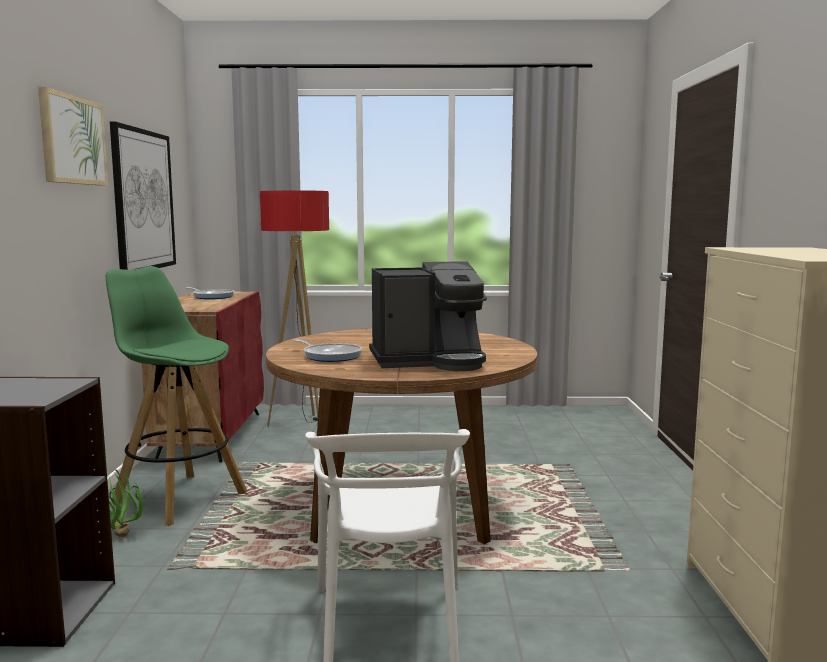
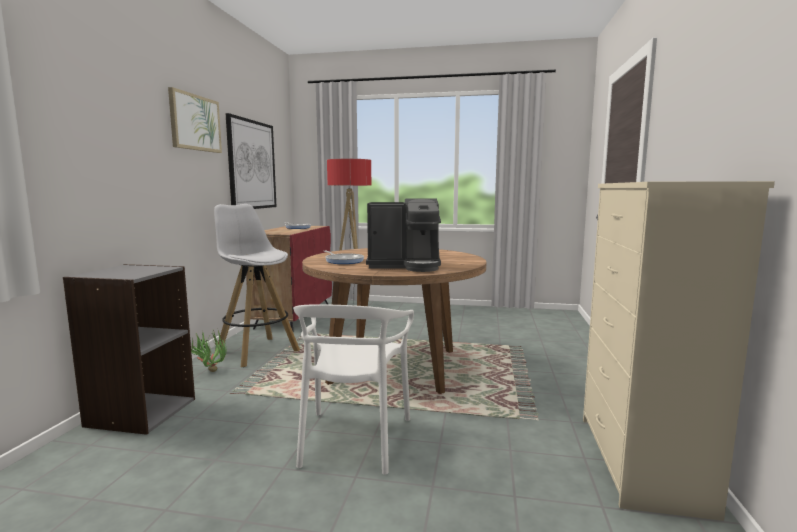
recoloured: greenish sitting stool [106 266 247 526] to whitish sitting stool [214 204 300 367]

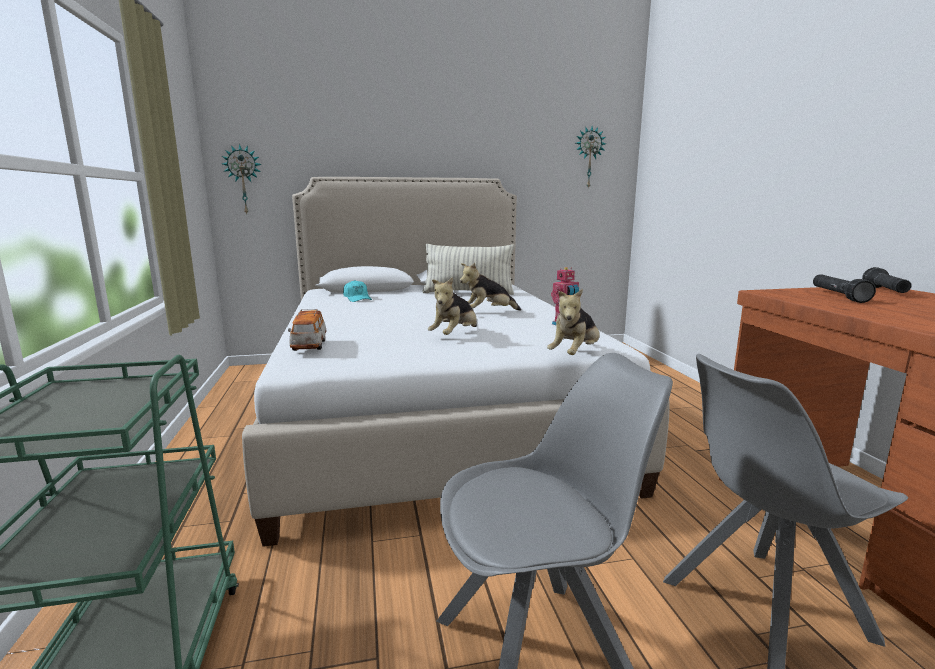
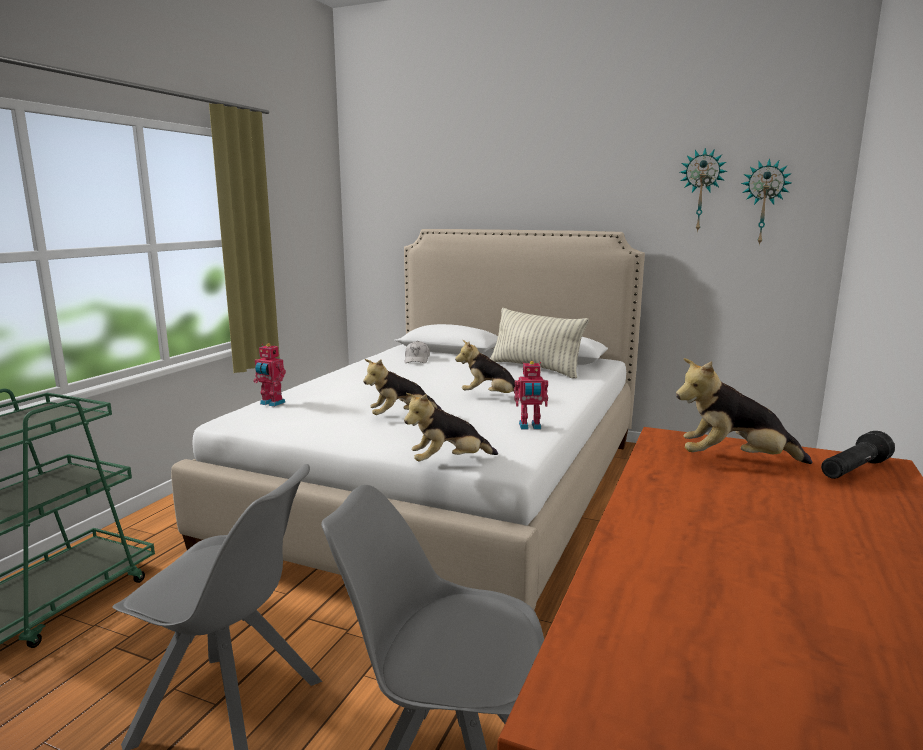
moved: wall clock [222 144 262 214] to [680 148 727 232]
replaced: miniature car [288 309 326 351] to toy robot [254 344 286 407]; black-coloured flashlight [813 274 876 303] to cuddly toy [676 358 812 464]
recoloured: blue-green cap [343 280 372 302] to whitish cap [405 341 430 363]

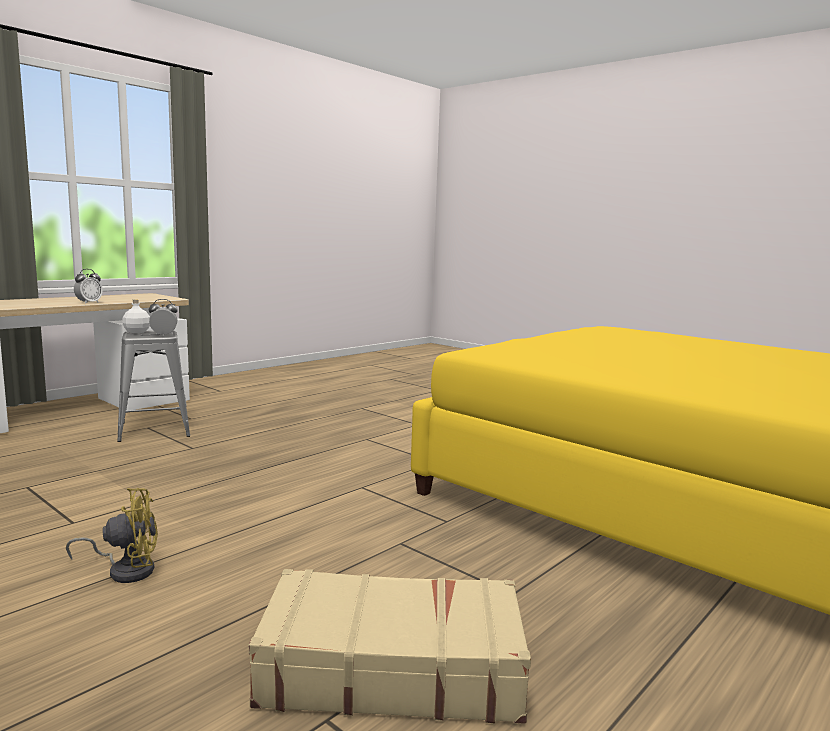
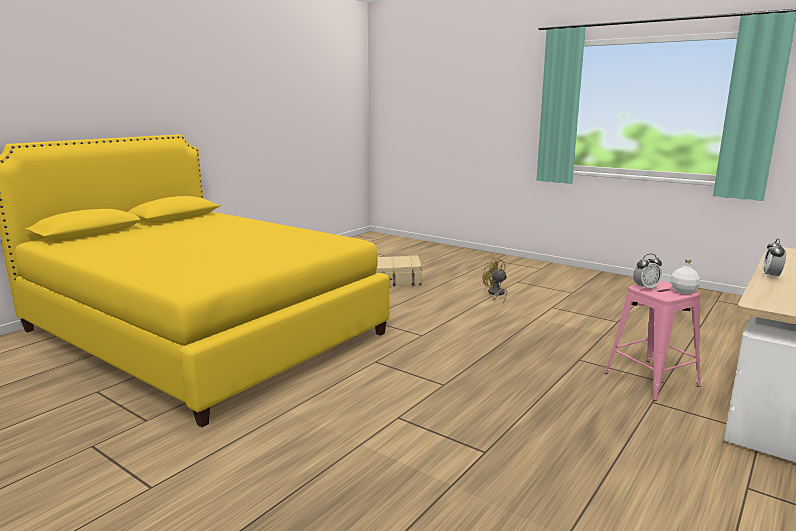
recoloured: greyish sitting stool [117 331 190 442] to pink sitting stool [605 281 701 401]
turned: yellowish fan [66 488 158 583] = [483 258 507 303] 75 degrees clockwise

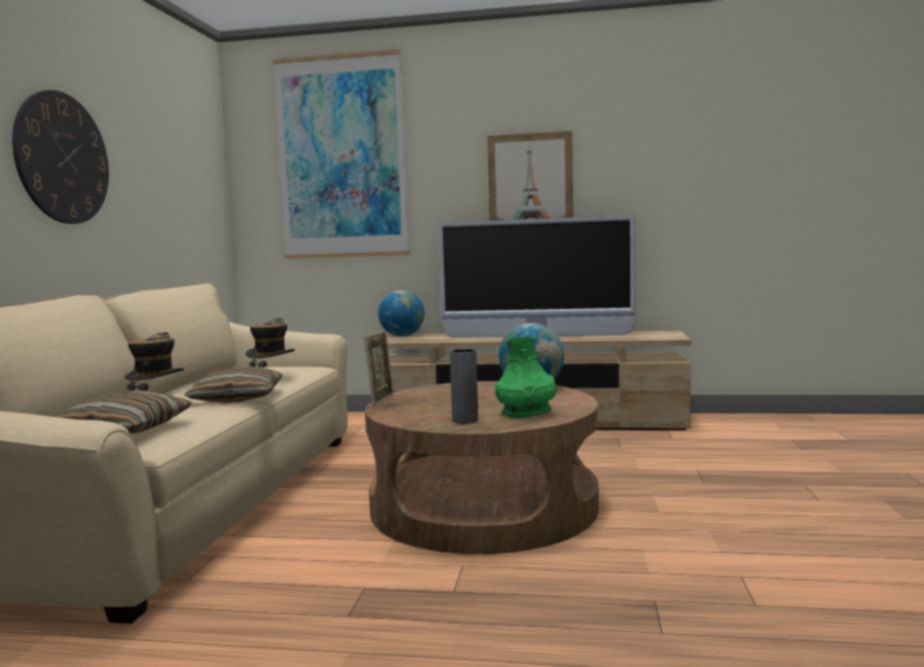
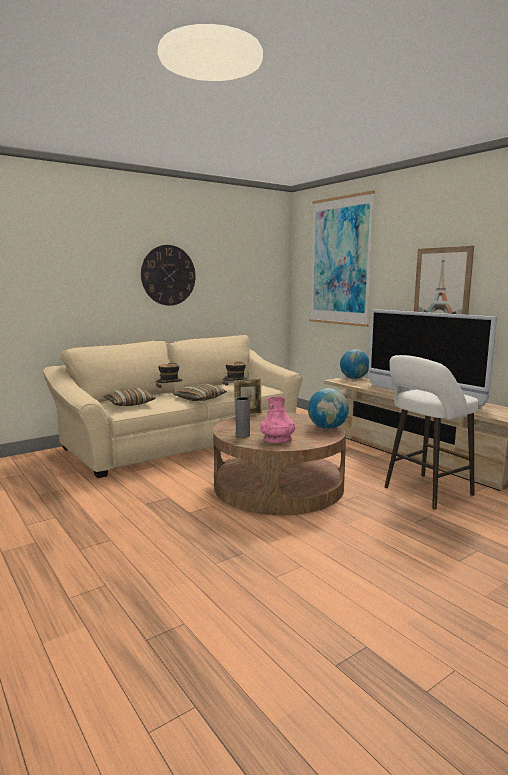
added: whitish sitting stool [384 355 479 510]
recoloured: greenish flower vase [495 336 557 418] to pink flower vase [260 397 295 443]

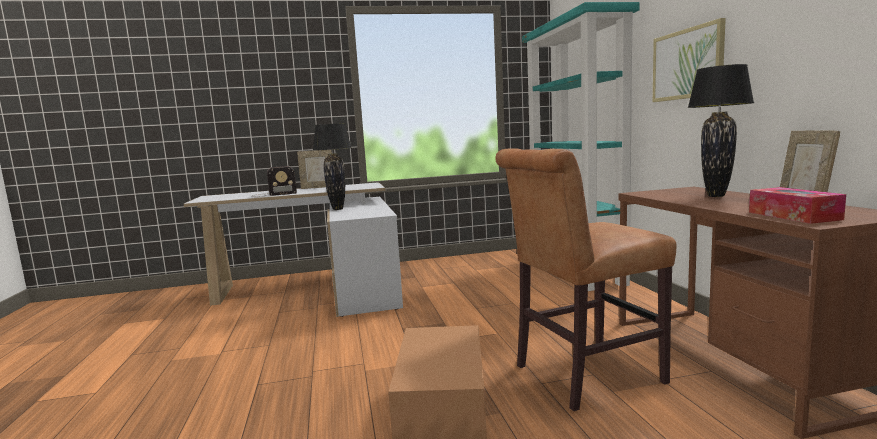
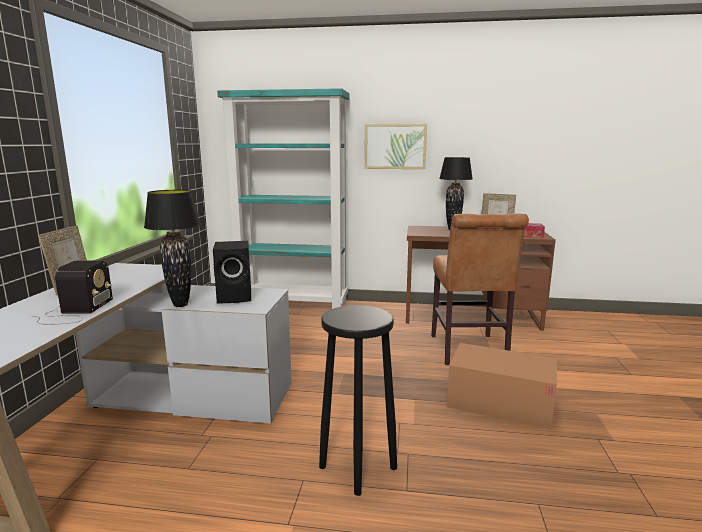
added: black-coloured speaker [213 241 251 303]; black-coloured sitting stool [319 305 397 496]

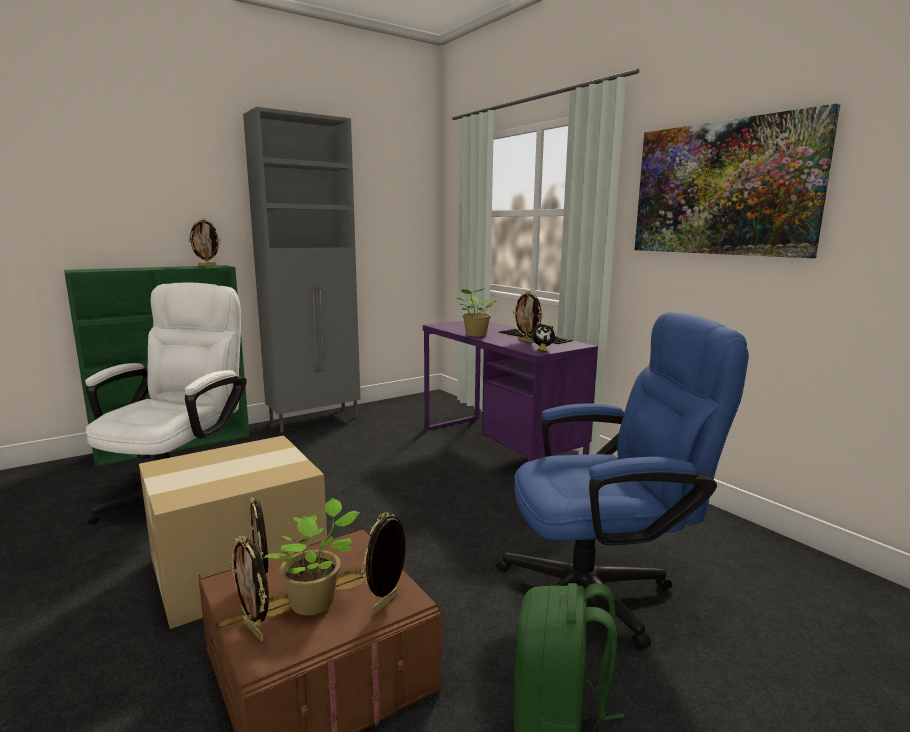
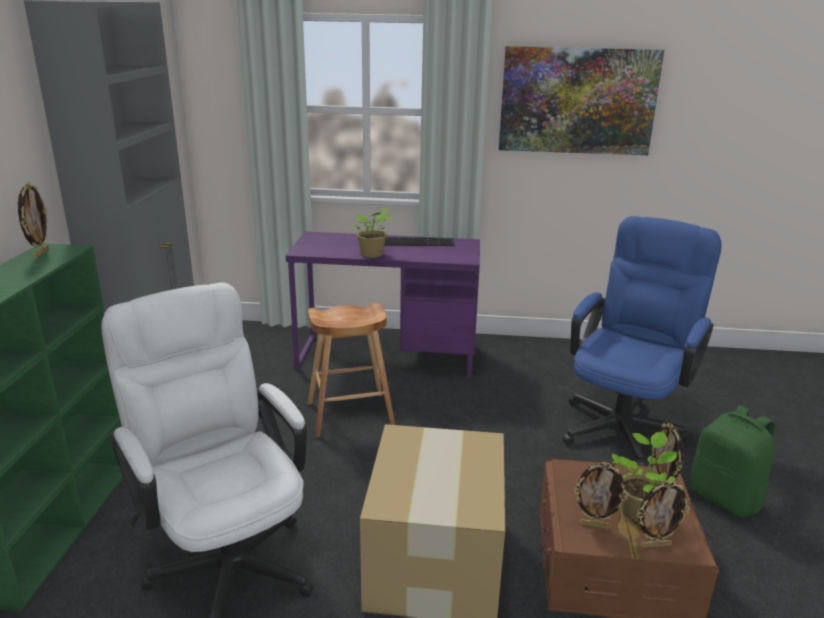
removed: standing frame [513 291 543 343]; alarm clock [532 322 555 353]
added: brown-coloured sitting stool [308 302 395 437]

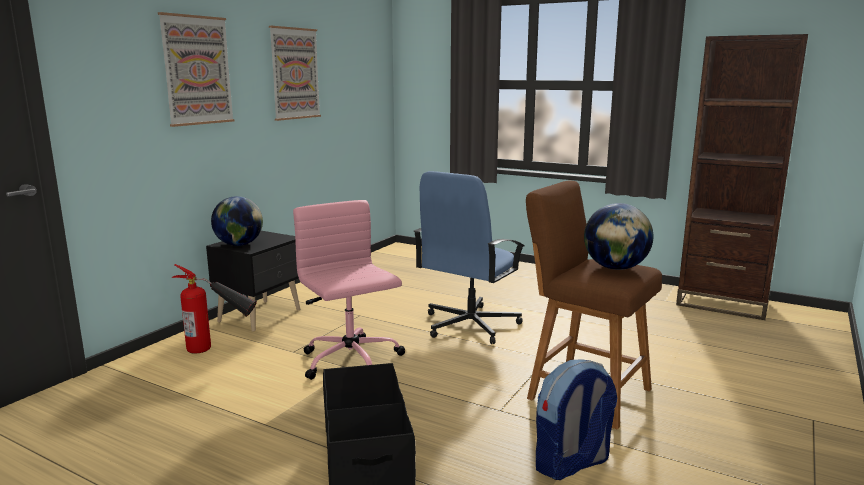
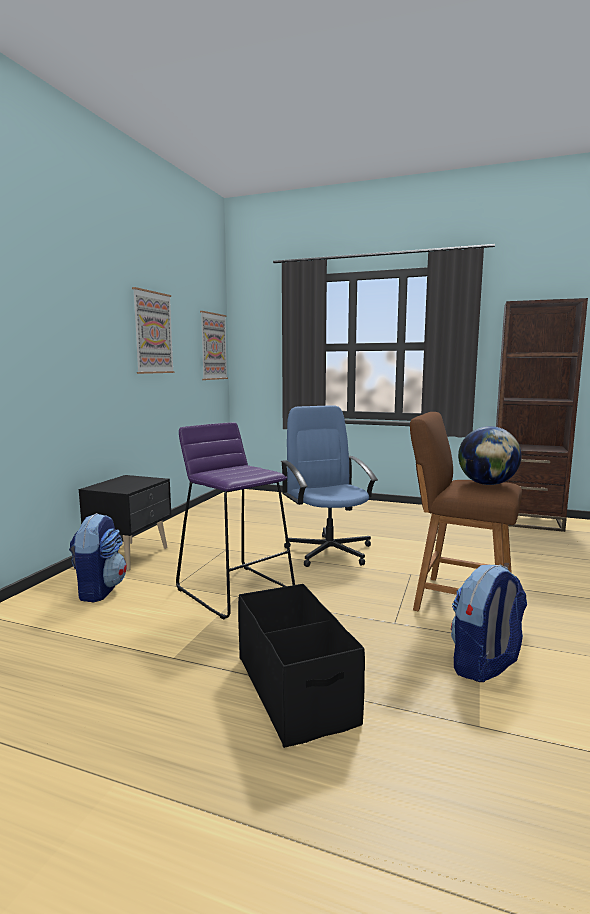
removed: globe [211 196 263 246]
moved: wall art [158 12 234 127] to [200 311 228 380]
replaced: extinguisher [172 264 257 354] to backpack [69 513 127 602]; pink desk chair [293 200 405 380] to purplish sitting stool [176 422 295 619]
turned: blue-coloured desk chair [413 171 524 344] = [281 405 378 567] 135 degrees clockwise

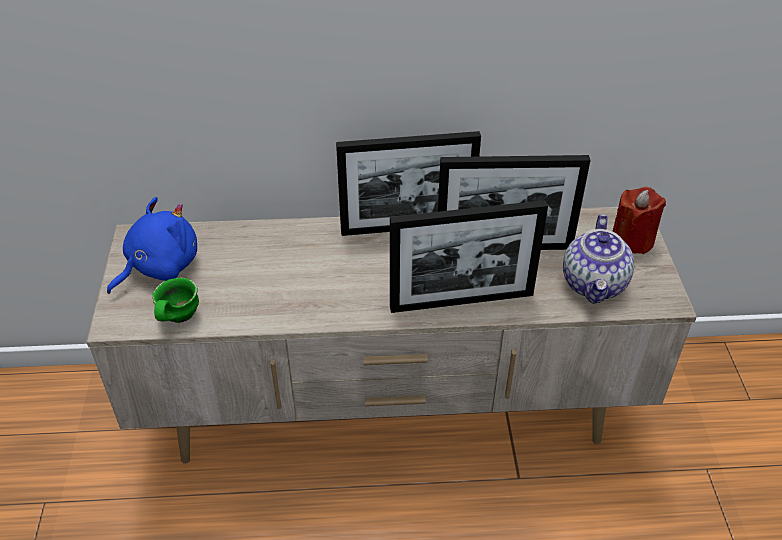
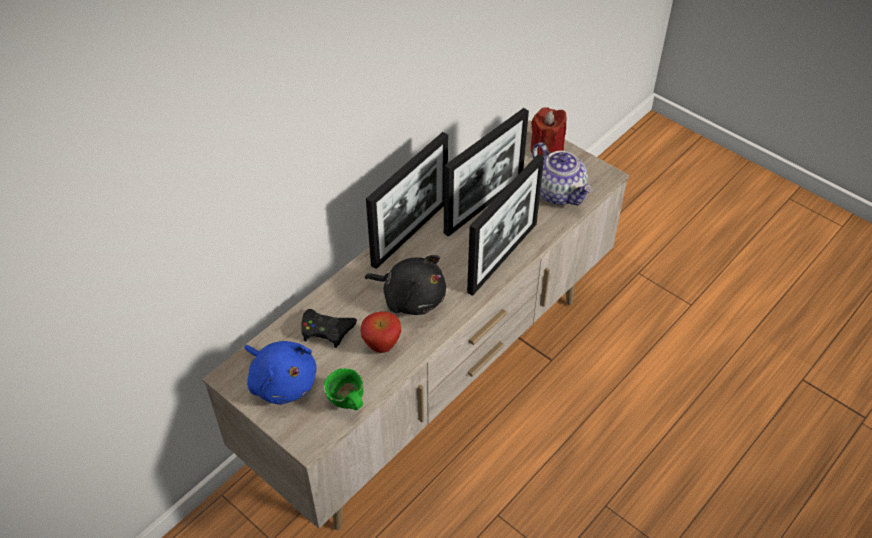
added: black-coloured game controller [301 309 357 348]; whole apple [361 311 401 353]; black-coloured cuddly toy [365 255 446 315]
turned: blue-coloured cuddly toy [107 197 197 294] = [244 341 317 405] 135 degrees clockwise

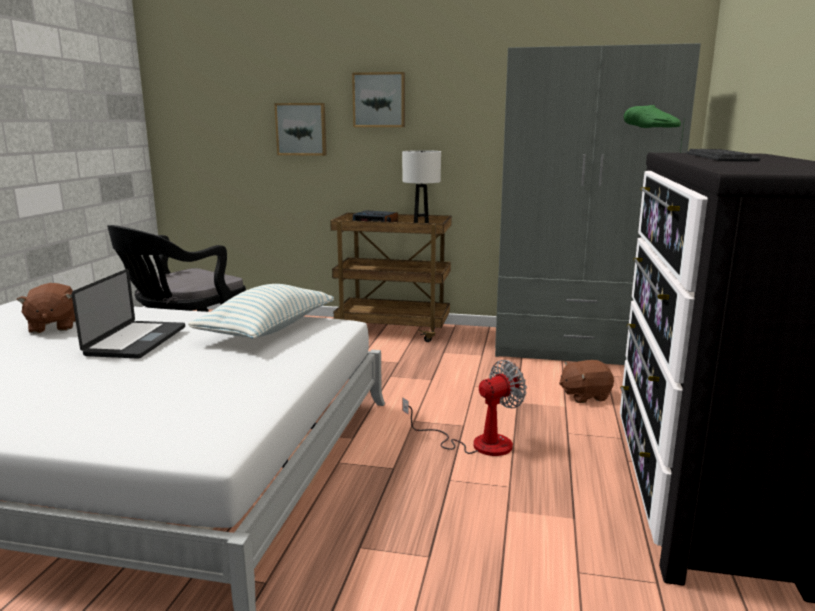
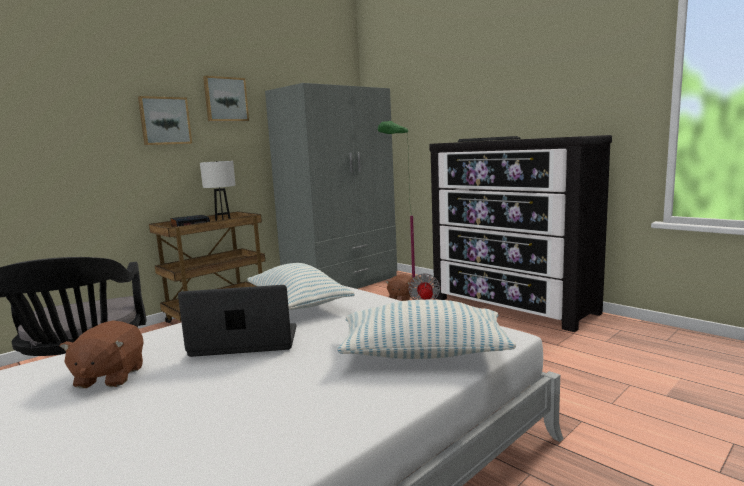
added: throw pillow [337 300 516 359]
moved: wall art [274 103 327 156] to [203 76 249 121]
turned: brown-coloured cuddly toy [17 283 76 334] = [60 321 144 388] 75 degrees clockwise; portable computer [72 269 185 359] = [178 285 296 357] 45 degrees counterclockwise

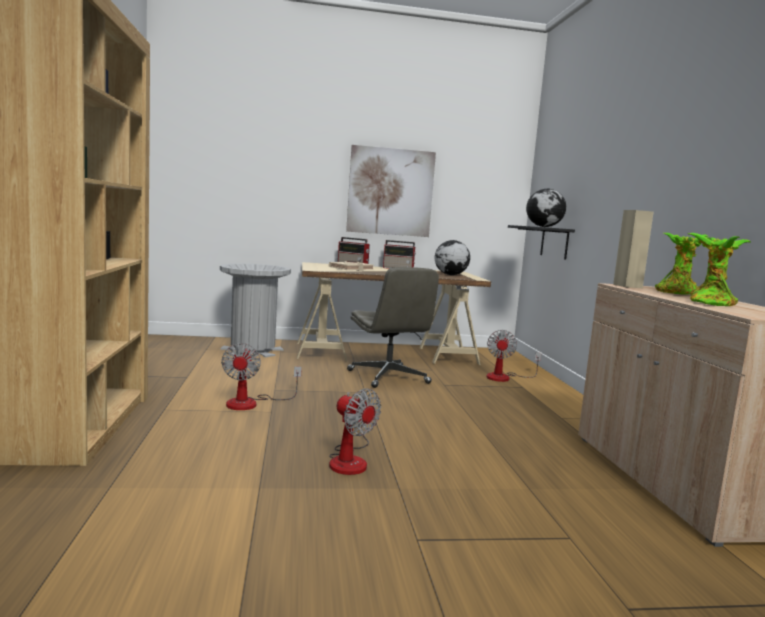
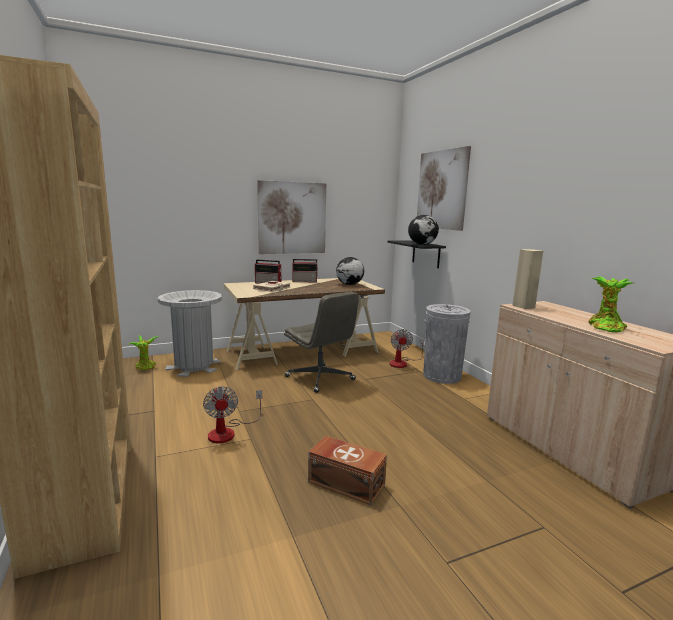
added: wall art [417 146 471 231]; greyish rubbish bin [423 304 471 384]
moved: plant in a pot [655 233 710 295] to [128 335 158 370]
replaced: fan [329 388 381 475] to brown-coloured storage container [308 436 387 505]

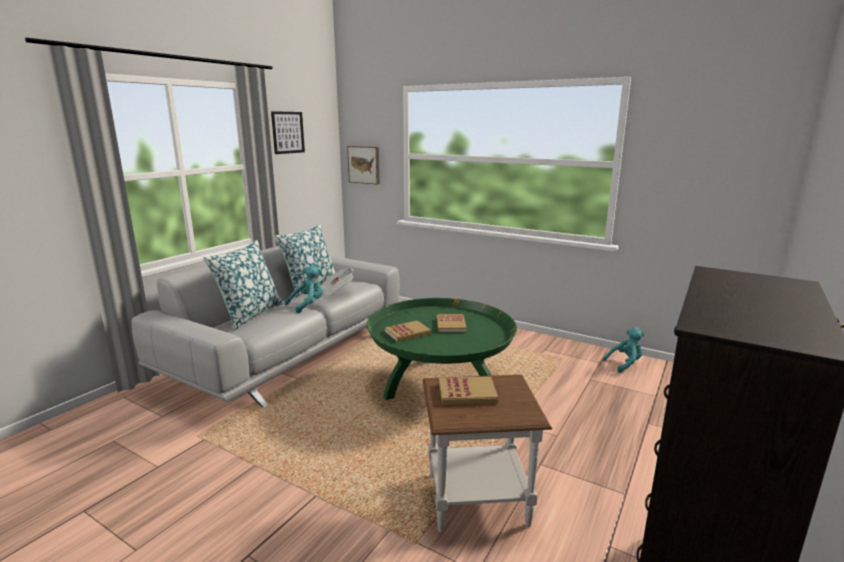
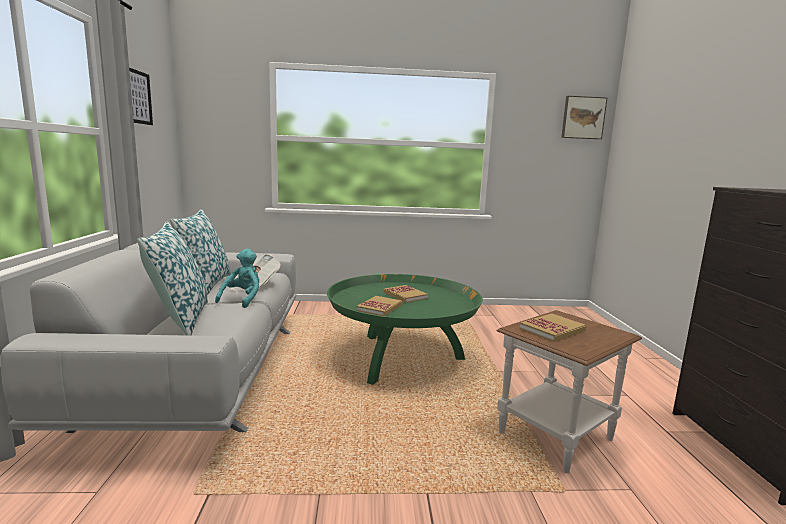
removed: blue-green cuddly toy [603 328 645 373]
moved: wall art [347 146 380 184] to [561 96 607 139]

